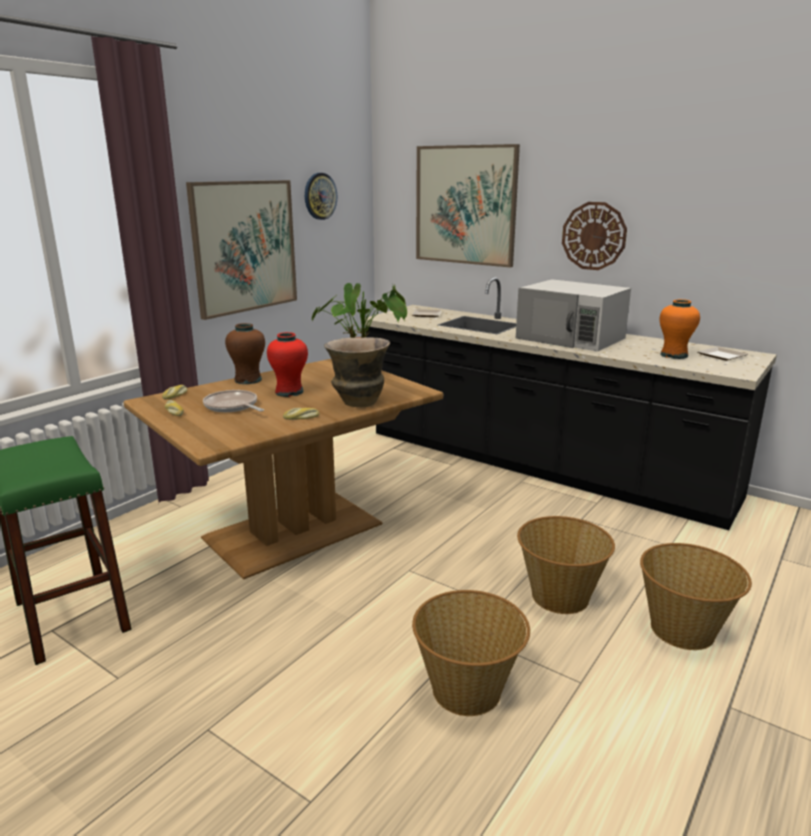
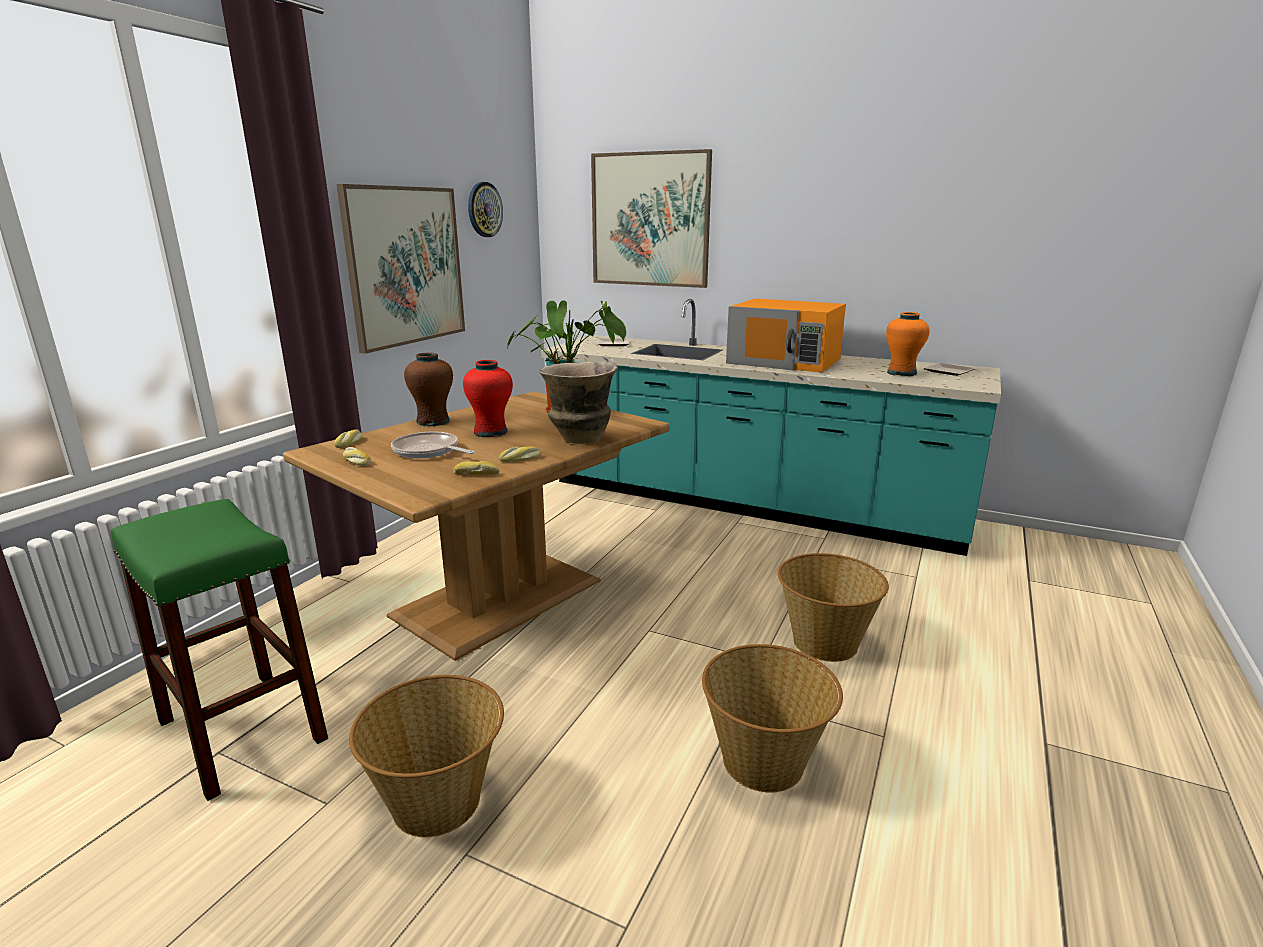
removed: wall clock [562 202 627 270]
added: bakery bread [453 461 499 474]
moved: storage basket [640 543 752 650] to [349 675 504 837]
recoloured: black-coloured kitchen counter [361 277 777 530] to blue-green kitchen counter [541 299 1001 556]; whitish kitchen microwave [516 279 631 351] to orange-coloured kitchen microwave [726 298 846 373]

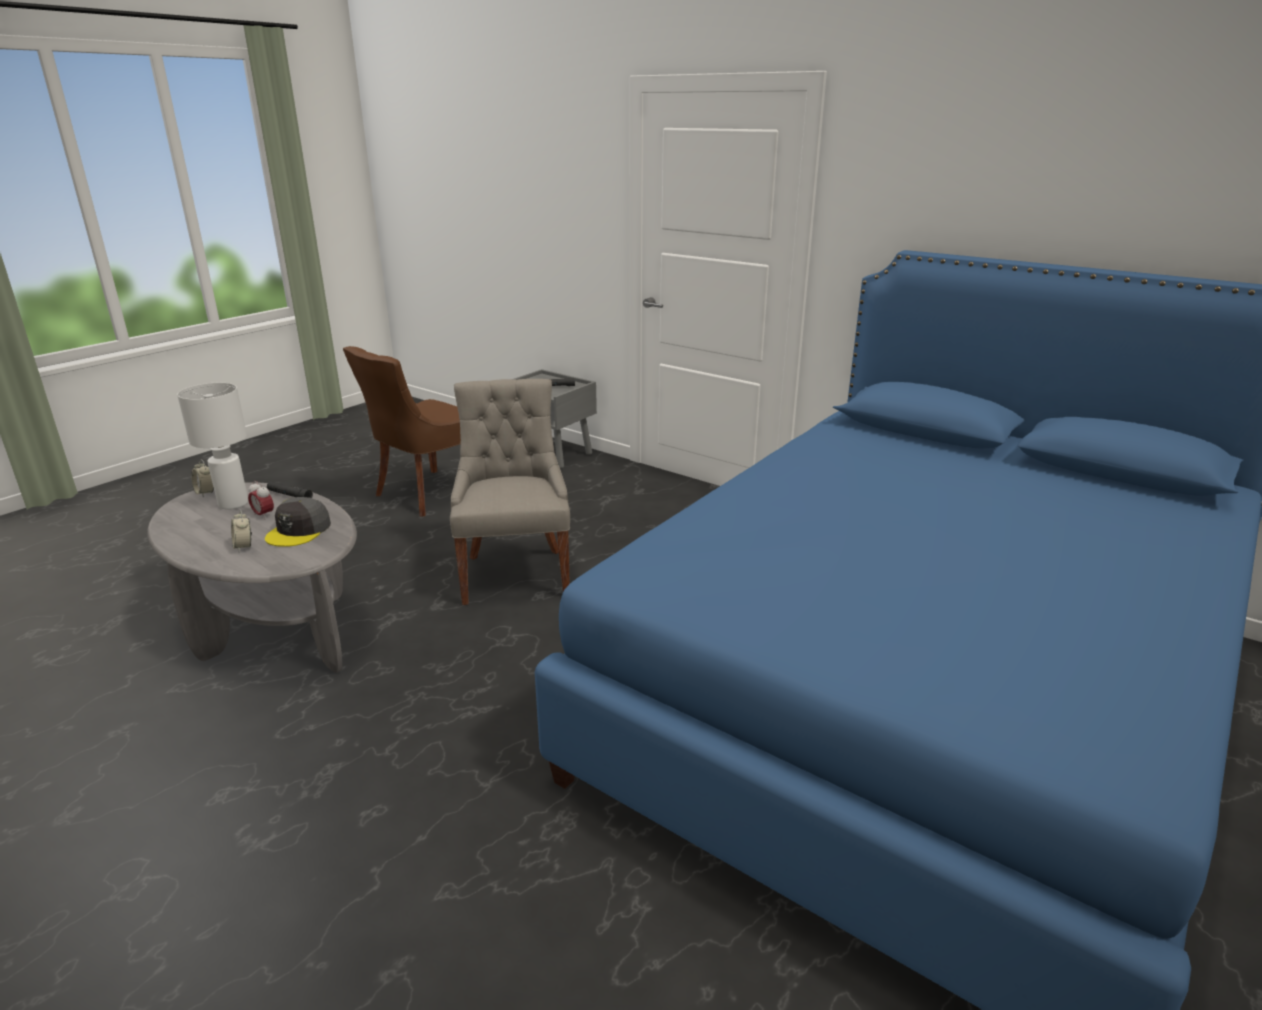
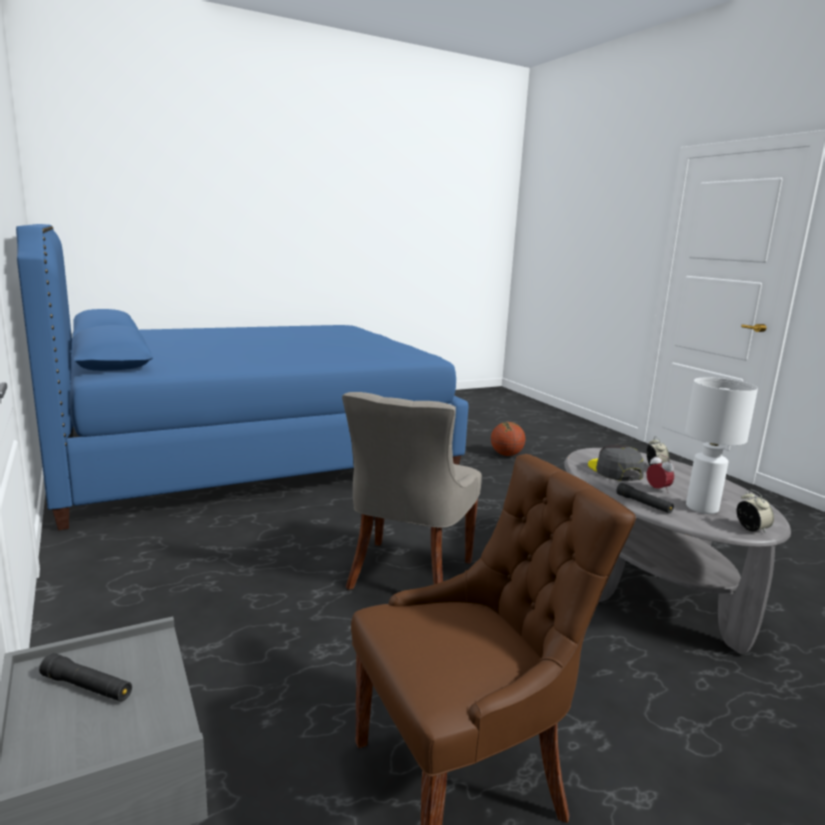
added: basketball [491 422 525 456]
turned: greyish cap [265 497 331 547] = [588 445 644 481] 60 degrees counterclockwise

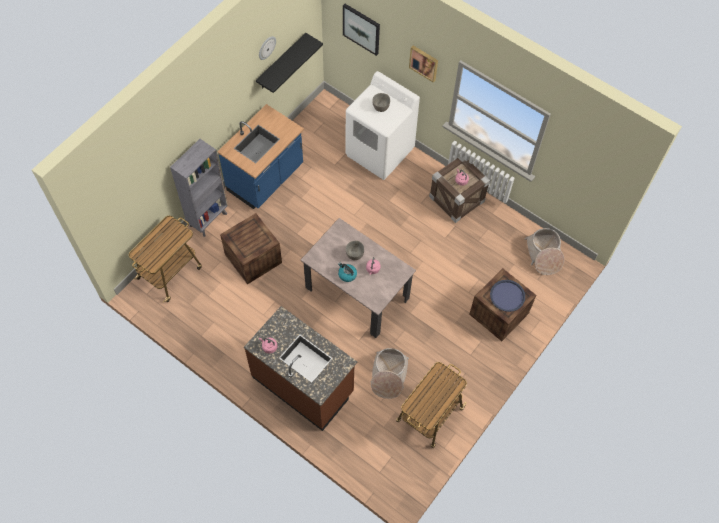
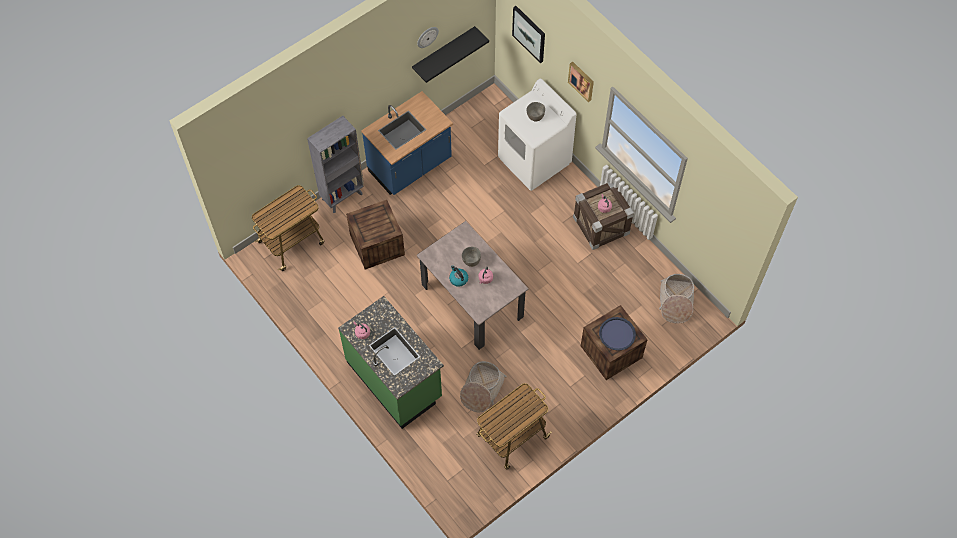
recoloured: brown-coloured kitchen counter [244 306 357 431] to greenish kitchen counter [338 296 444 429]

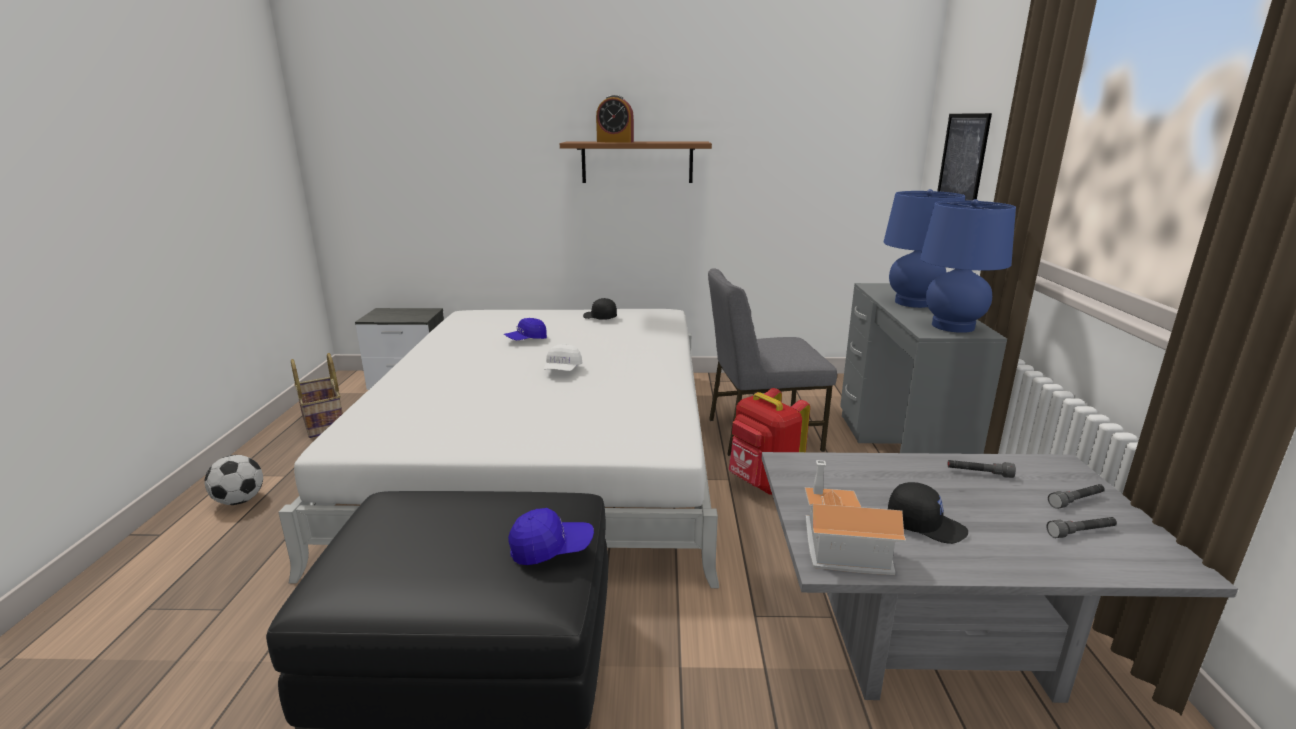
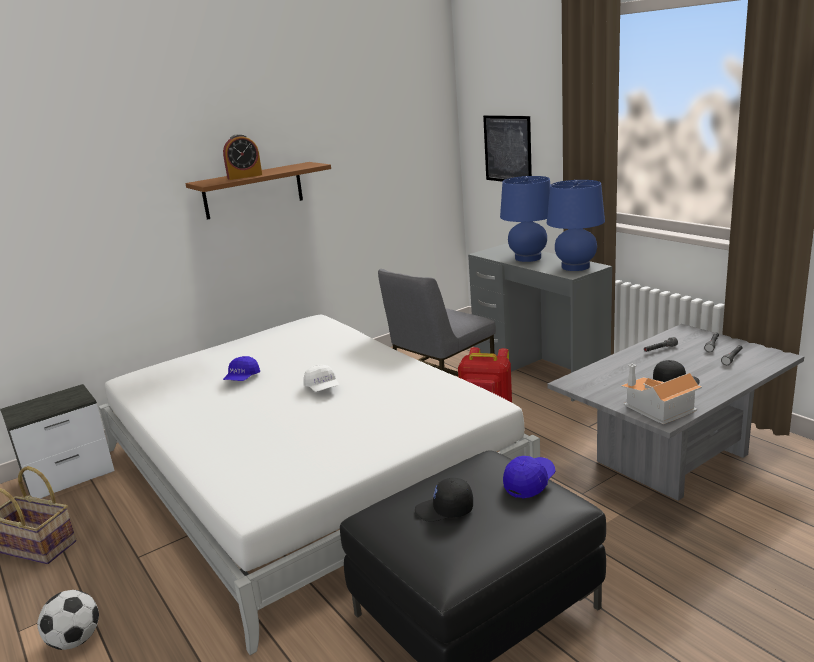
moved: black-coloured cap [583 298 617 319] to [415 478 473 522]

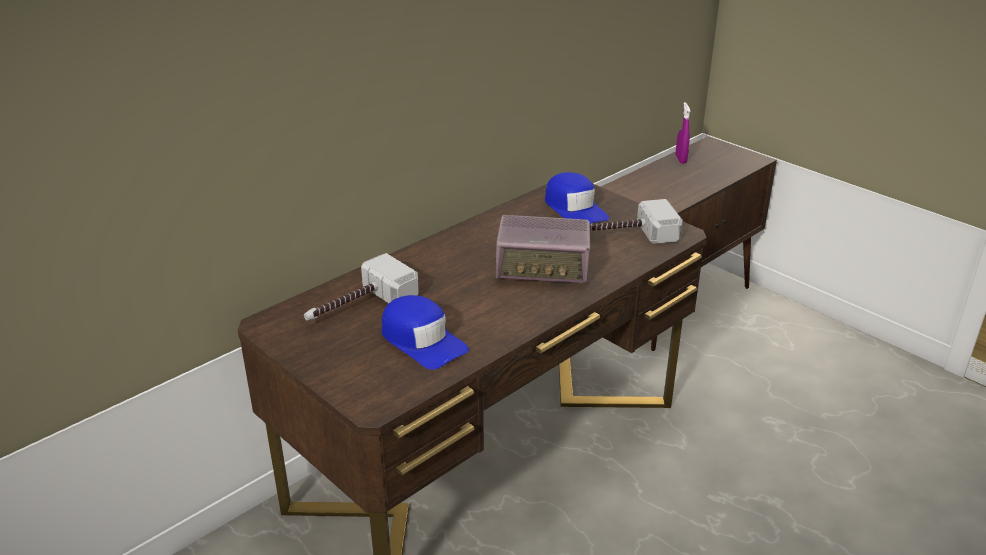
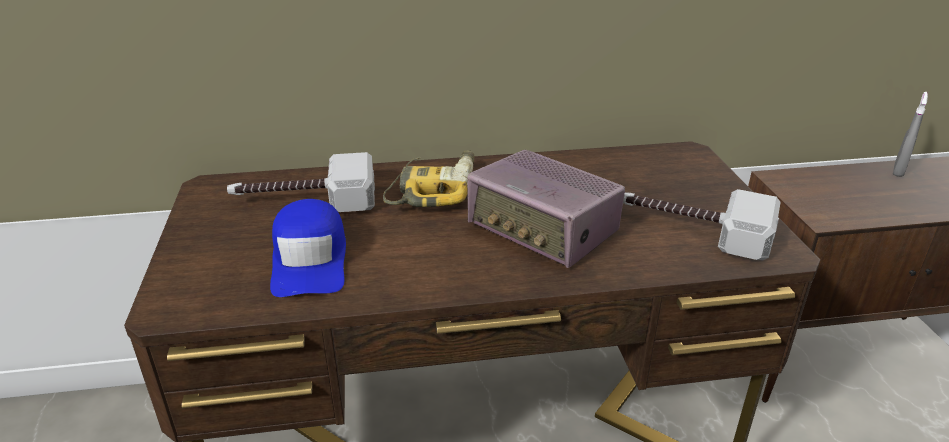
removed: blue-coloured cap [545 172 609 224]
added: electric drill [383 150 475 207]
recoloured: purplish spray bottle [676 102 690 164] to greyish spray bottle [893 92 928 177]

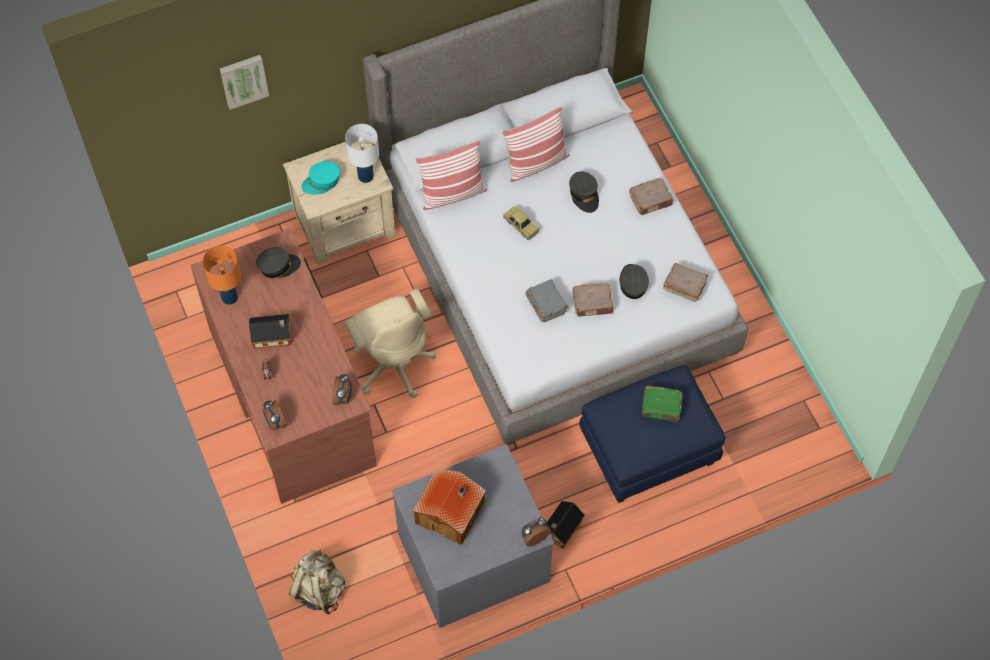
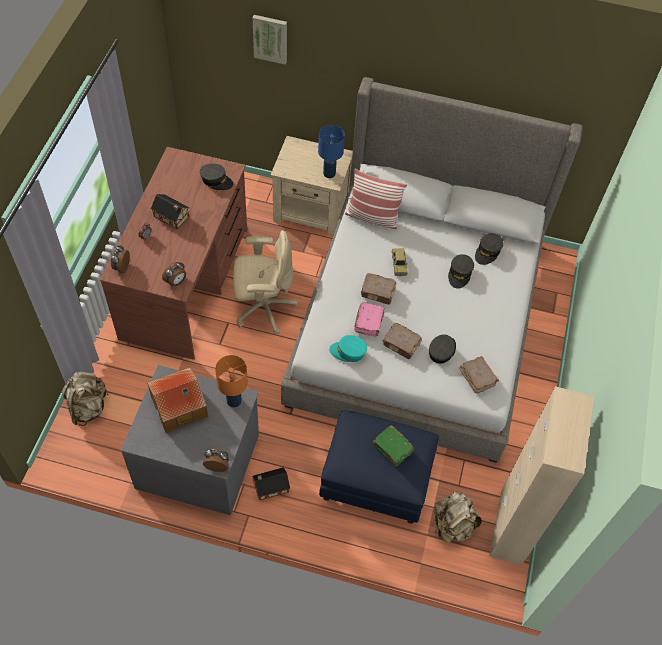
removed: throw pillow [502 107 569 182]
added: sand-coloured backpack [434 492 482 543]; greyish cap [475 233 504 265]; sand-coloured cabinet [489 386 594 565]
moved: orange-coloured table lamp [203 246 241 305] to [215 355 248 408]; blue-green cap [301 161 340 195] to [329 335 367 362]; brown-coloured book [629 178 674 215] to [361 273 396 305]
recoloured: whitish table lamp [345 124 379 183] to blue-coloured table lamp [318 125 345 178]; greyish book [525 280 568 322] to pink book [354 302 385 337]
turned: sand-coloured desk chair [344 289 436 398] = [233 231 298 334] 105 degrees counterclockwise

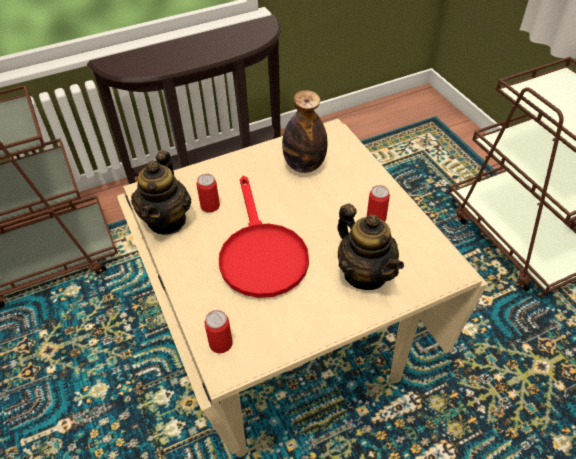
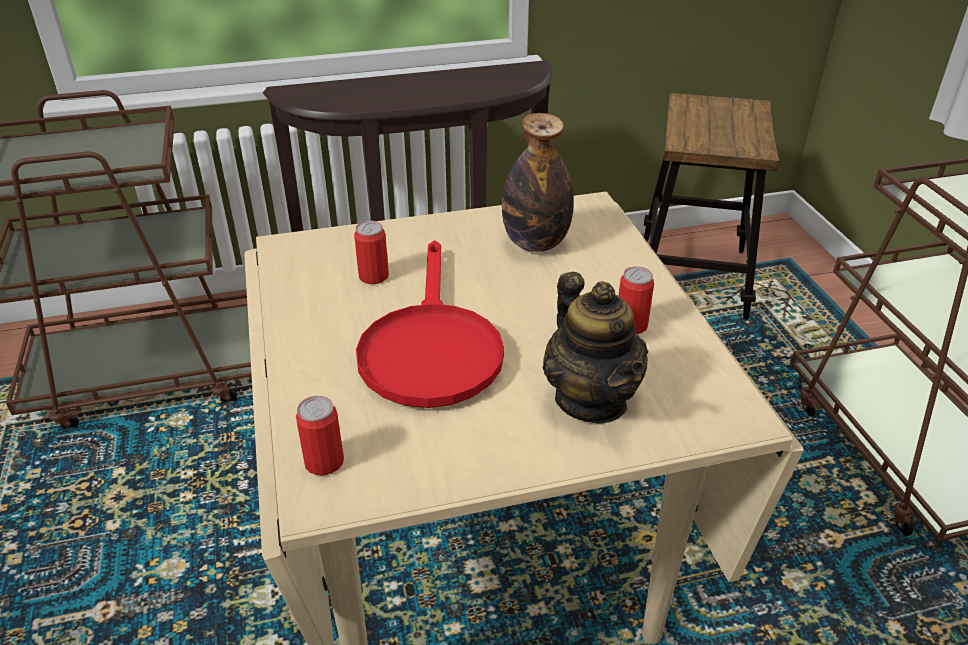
removed: teapot [131 150 191 235]
added: sitting stool [644 93 779 320]

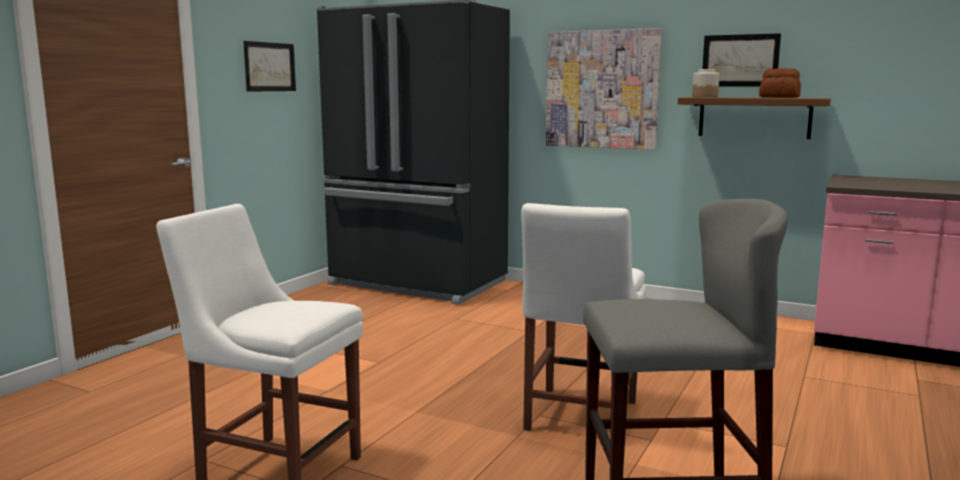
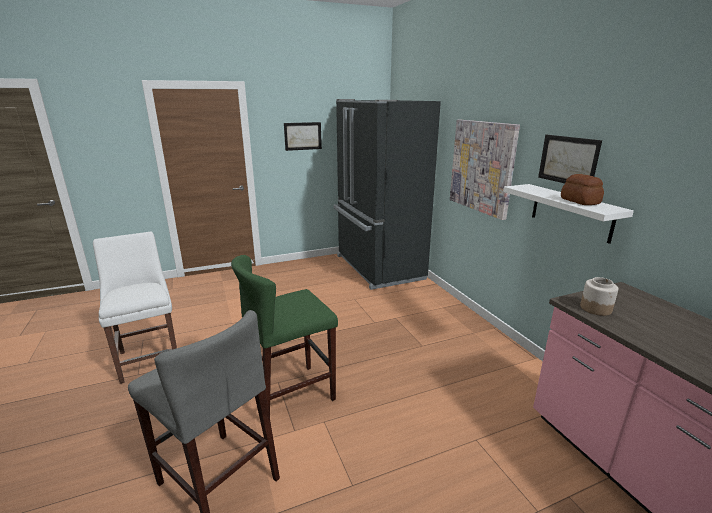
moved: jar [692 69 719 97] to [580 277 618 316]
replaced: whitish plain chair [521 203 646 431] to greenish sitting stool [231 255 338 416]
recoloured: brown-coloured bracket shelf [678 97 831 139] to whitish bracket shelf [503 184 634 244]

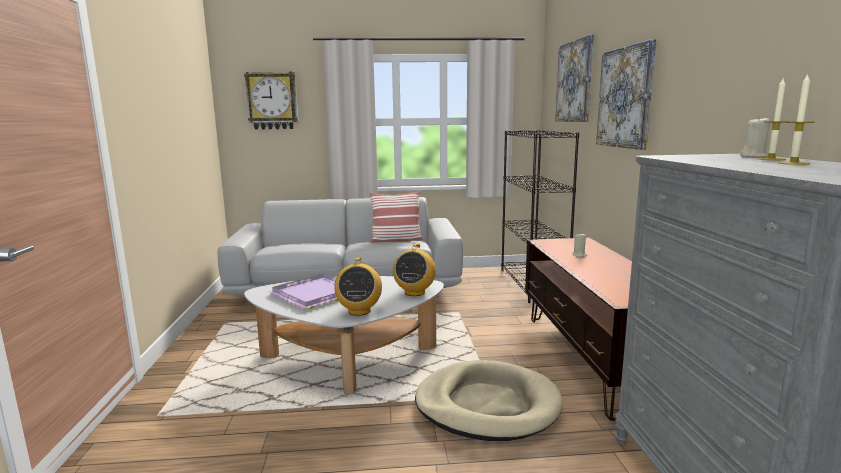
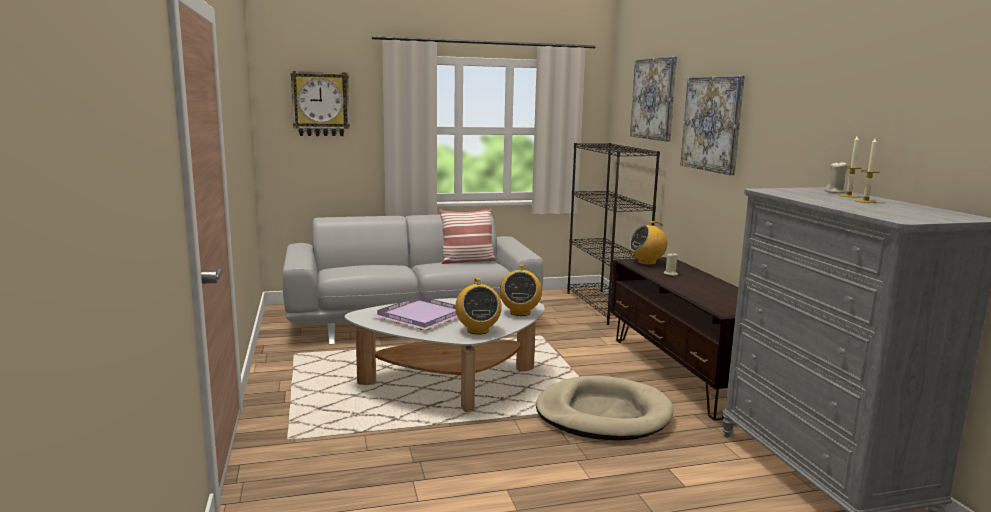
added: radio [629 221 667 265]

